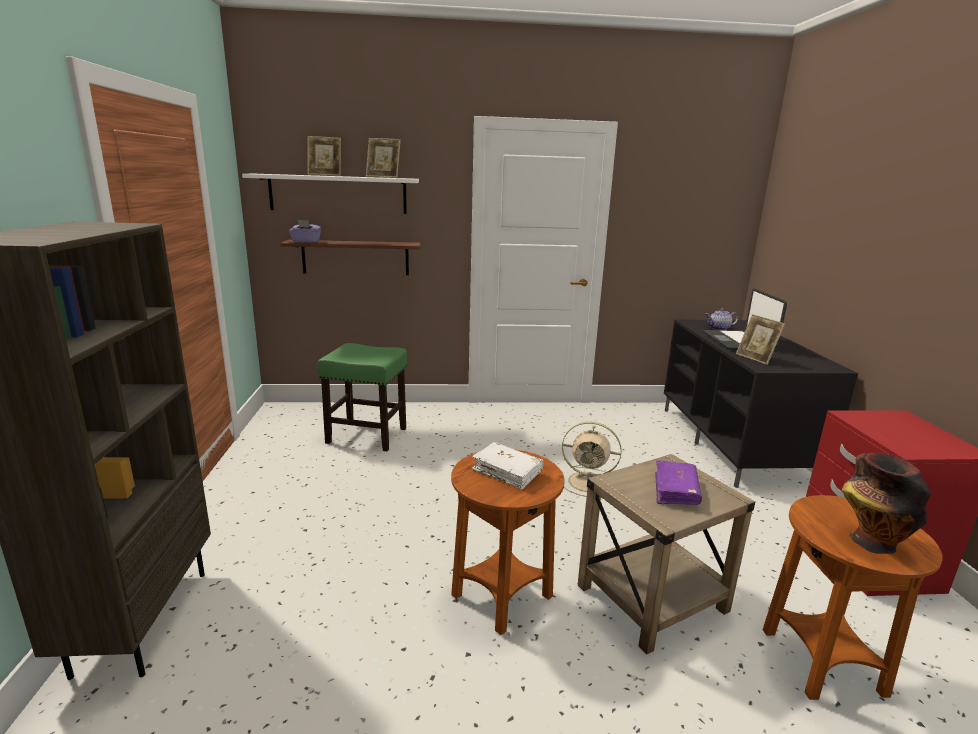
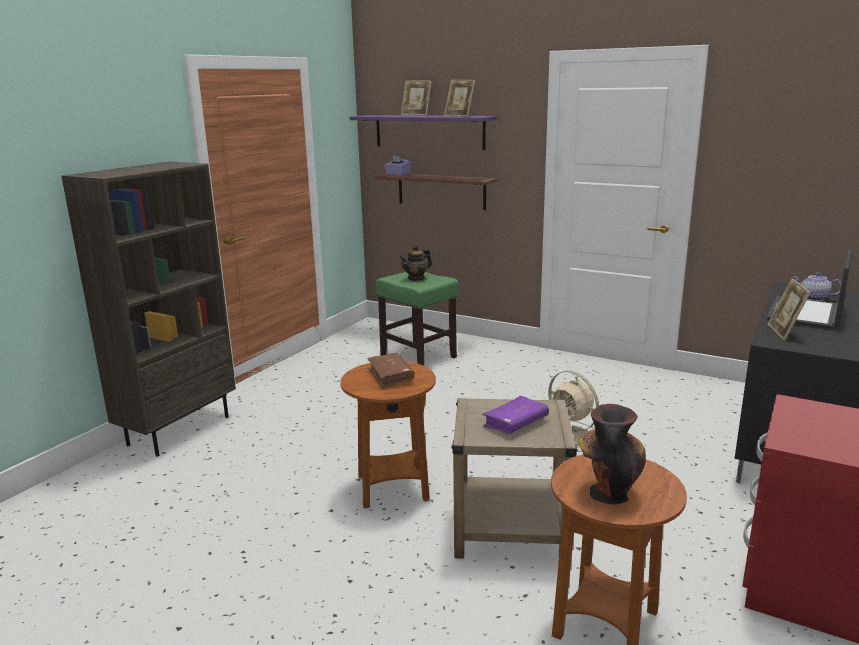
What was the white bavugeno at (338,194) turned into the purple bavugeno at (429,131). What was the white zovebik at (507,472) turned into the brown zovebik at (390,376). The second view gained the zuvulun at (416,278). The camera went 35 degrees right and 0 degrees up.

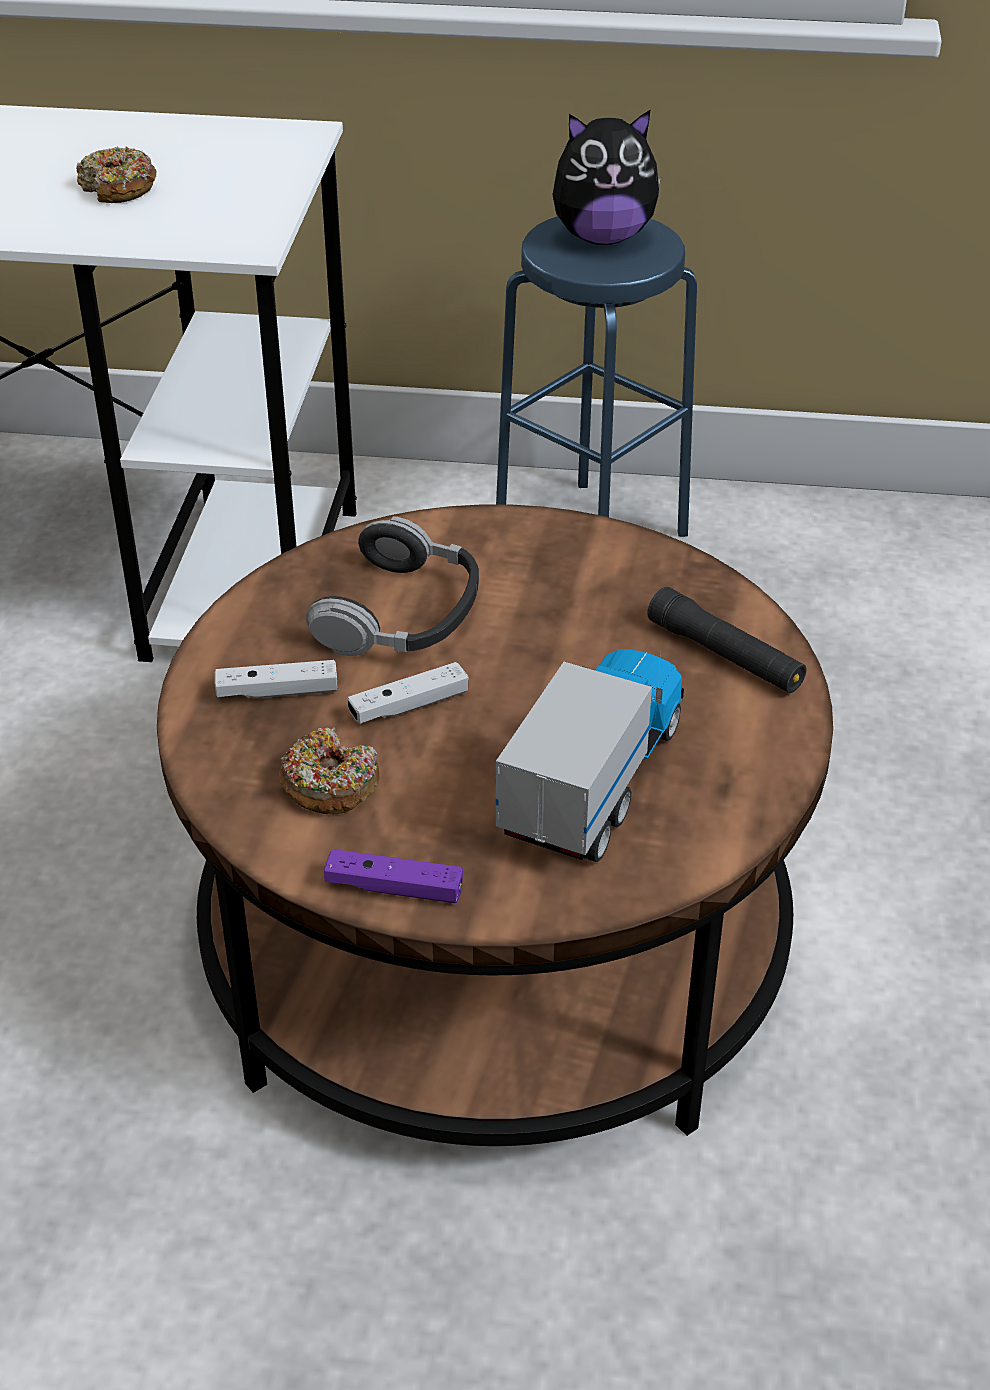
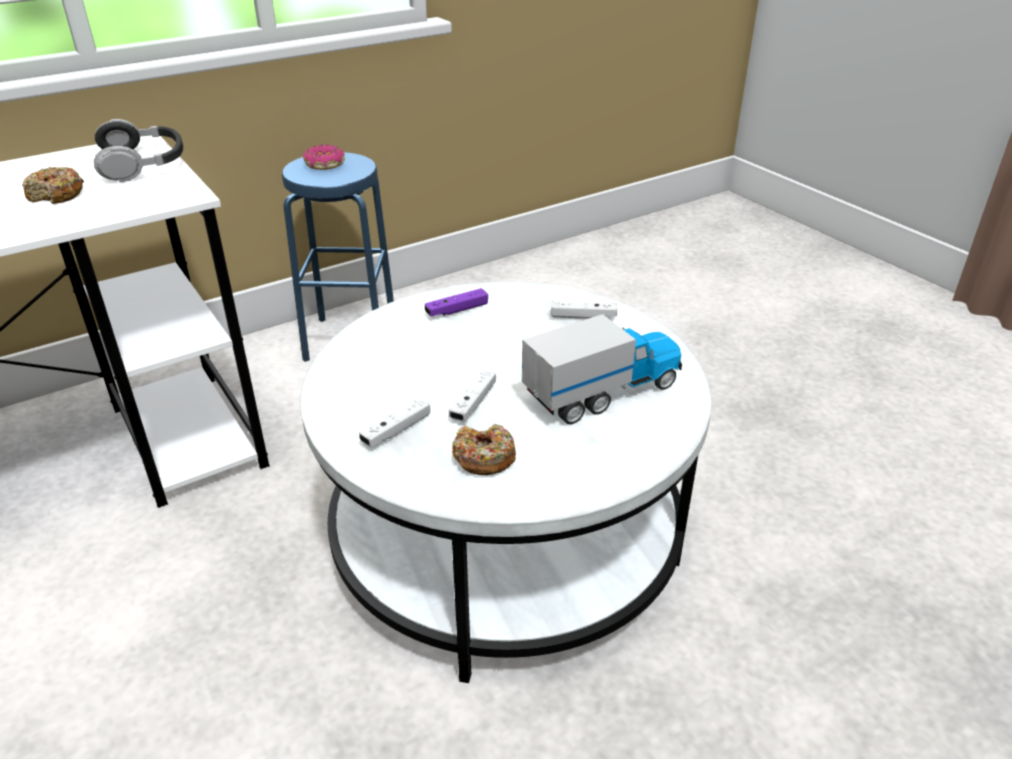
Where the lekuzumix stood at (602,237), the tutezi came to stand at (324,165). What was the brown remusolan at (494,943) turned into the white remusolan at (505,536). The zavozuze ended up elsewhere, having gone from (402,614) to (143,163). Where the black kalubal stood at (725,655), the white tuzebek came to stand at (583,316). The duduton at (594,783) ended up facing another way, 75 degrees clockwise from before. The purple tuzebek ended up elsewhere, having gone from (394,888) to (457,310). The camera went 40 degrees left and 5 degrees down.

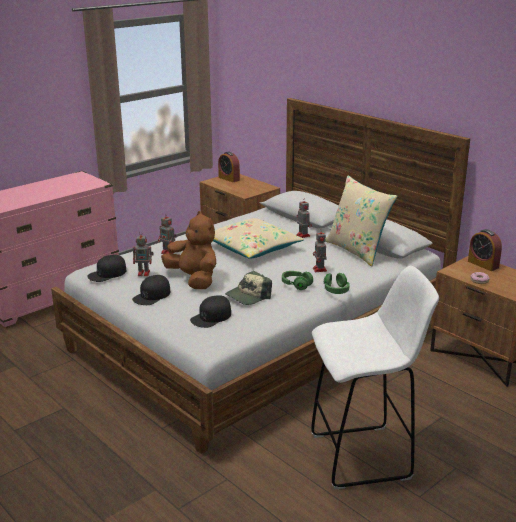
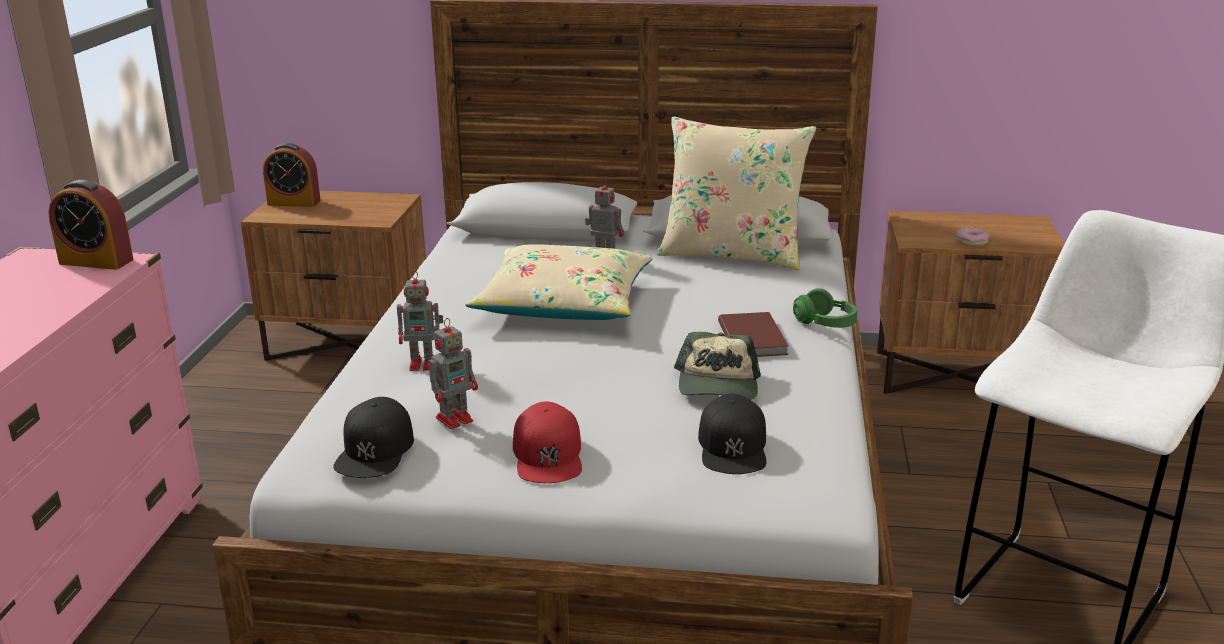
The second view lost the brown lekuzumix at (194,279). The second view lost the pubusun at (320,270). The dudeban ended up elsewhere, having gone from (483,264) to (96,261). Where the green zavozuze stood at (296,285), the brown zovebik came to stand at (754,338). What was the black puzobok at (152,295) turned into the red puzobok at (548,455). The camera went 40 degrees left and 0 degrees up.

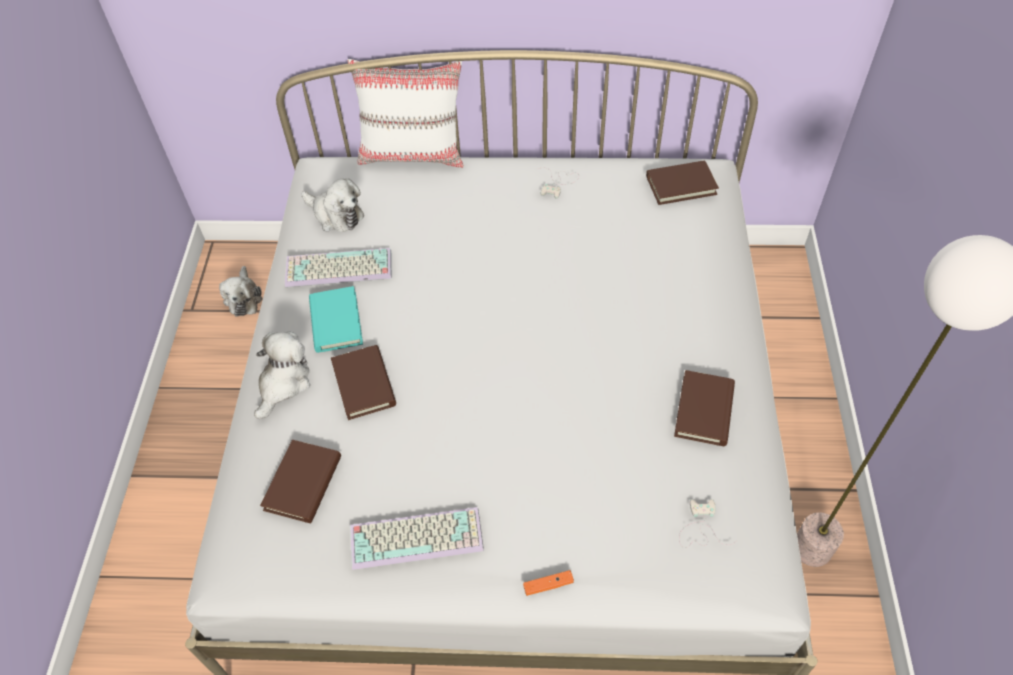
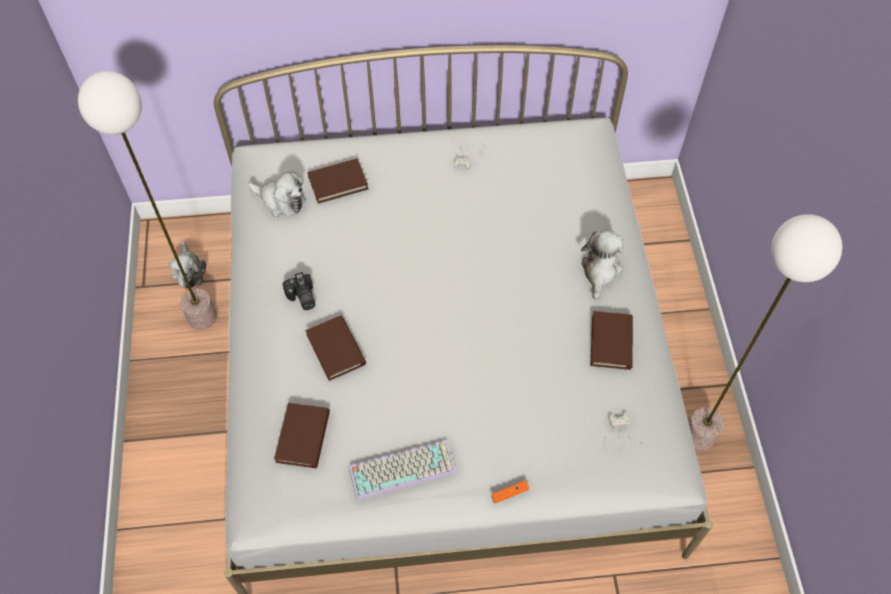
The second view lost the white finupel at (413,154). The brown zovebik ended up elsewhere, having gone from (681,185) to (338,182). The second view lost the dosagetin at (337,270). Where the turquoise zovebik stood at (336,322), the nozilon came to stand at (301,298). The lekuzumix ended up elsewhere, having gone from (283,383) to (600,270). The second view gained the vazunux at (202,317). The camera went 10 degrees left and 5 degrees up.

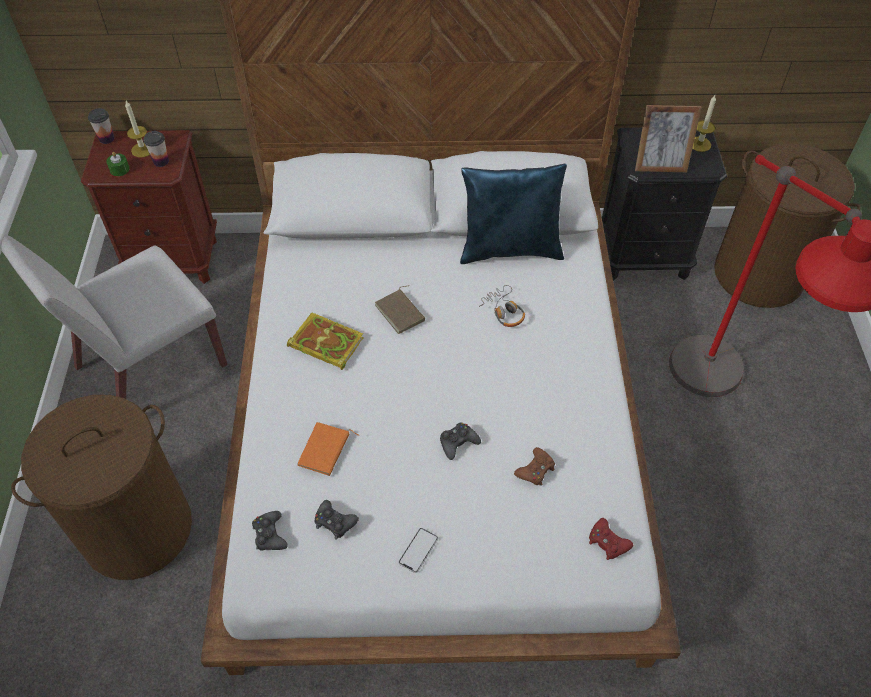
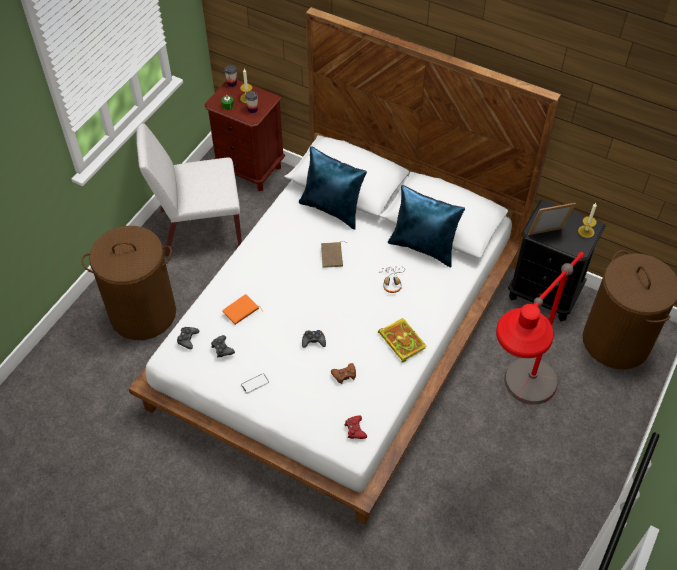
The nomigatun at (660,166) ended up facing another way, 135 degrees clockwise from before. The zovebik ended up elsewhere, having gone from (324,343) to (401,340). The second view gained the blue finupel at (332,209). The camera went 30 degrees right and 0 degrees up.

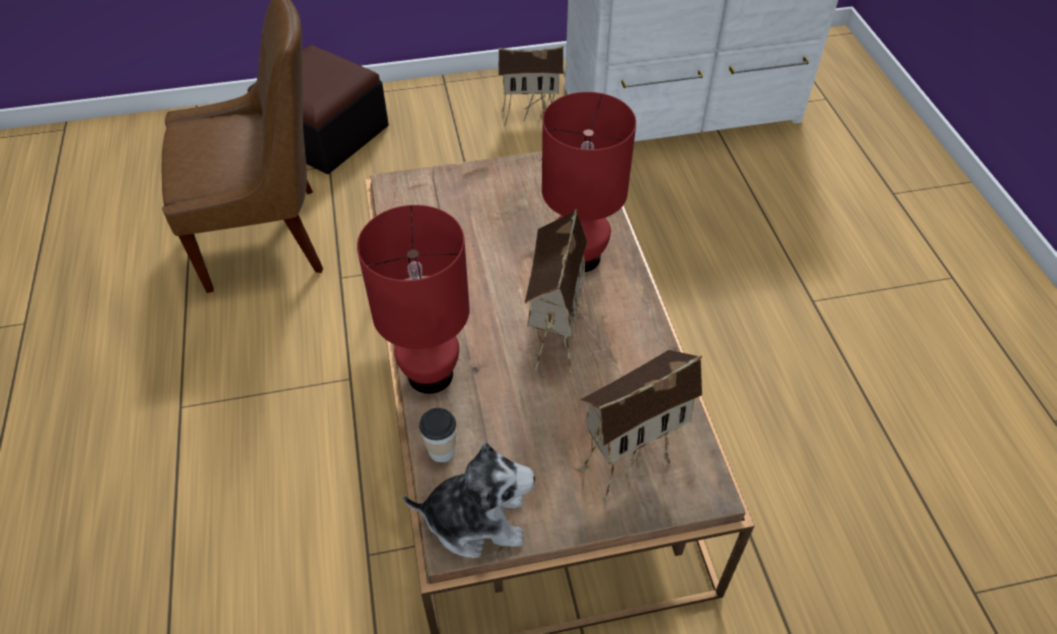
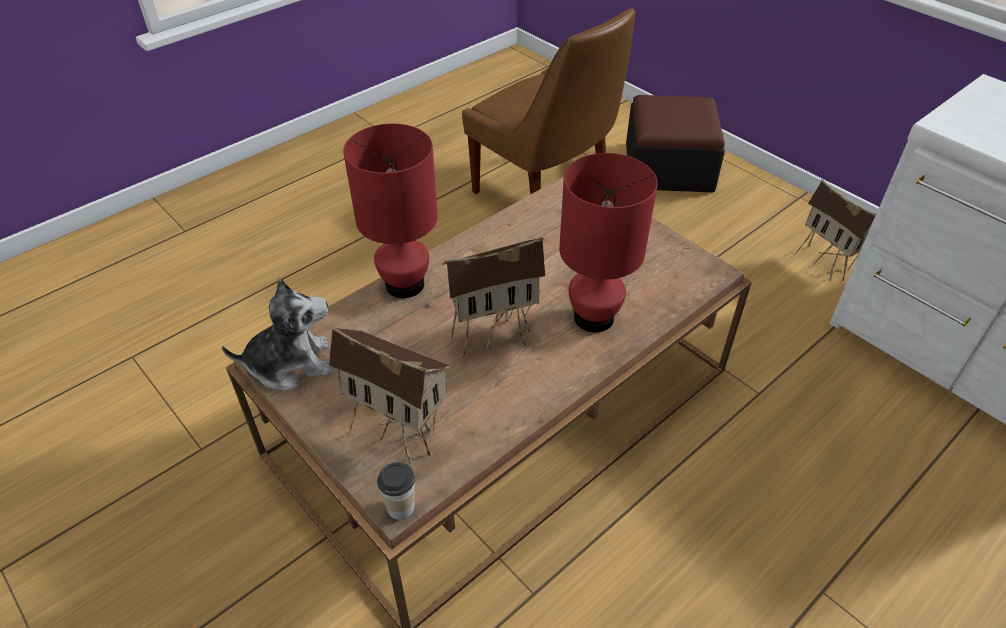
The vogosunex ended up elsewhere, having gone from (441,450) to (400,507). The lekuzumix at (476,519) ended up facing another way, 75 degrees counterclockwise from before. The camera went 60 degrees right and 5 degrees down.

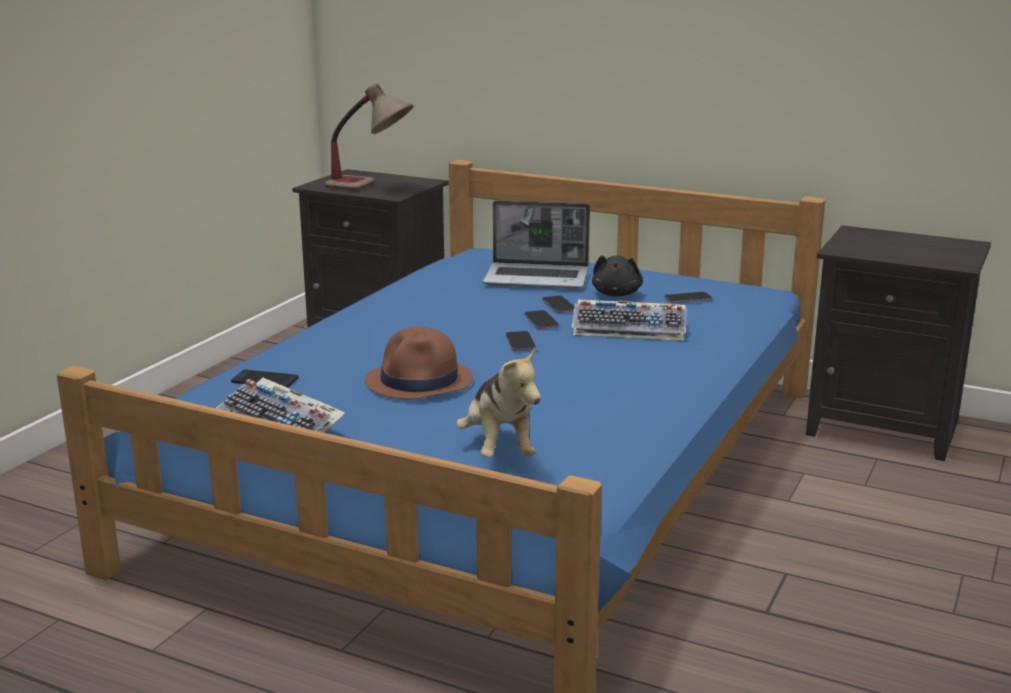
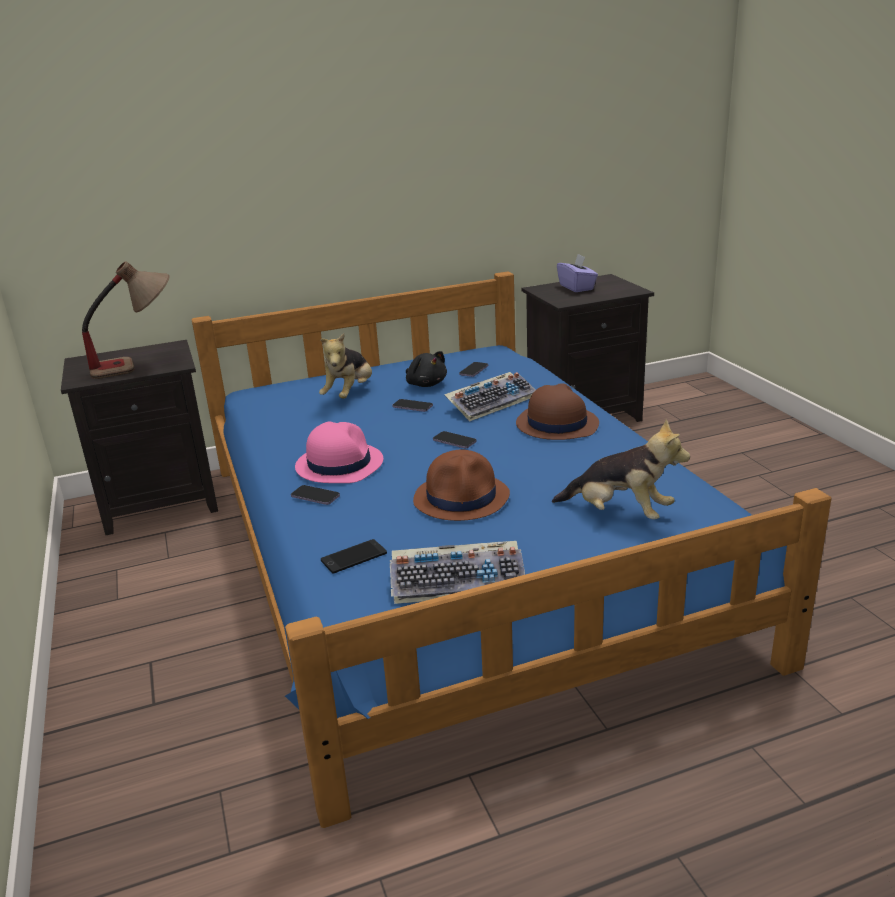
Where the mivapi stood at (538,278), the lekuzumix came to stand at (349,394). The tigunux ended up elsewhere, having gone from (541,322) to (315,497). The second view gained the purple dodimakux at (577,287). The second view gained the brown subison at (556,424). The second view gained the pink subison at (339,464). The camera went 45 degrees left and 5 degrees up.

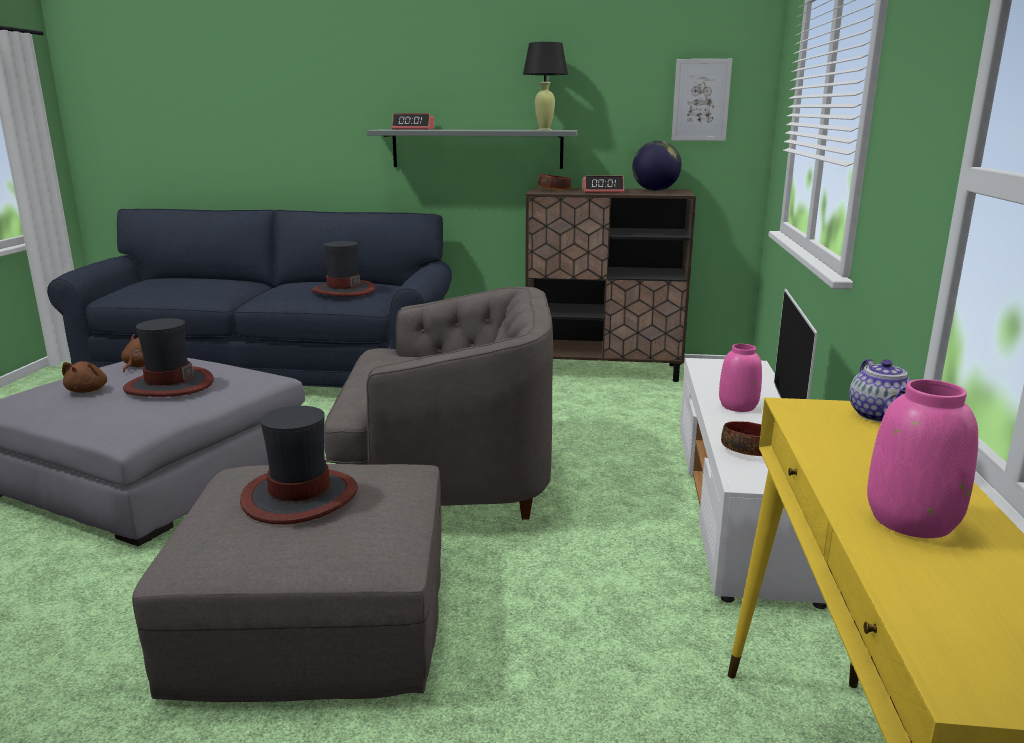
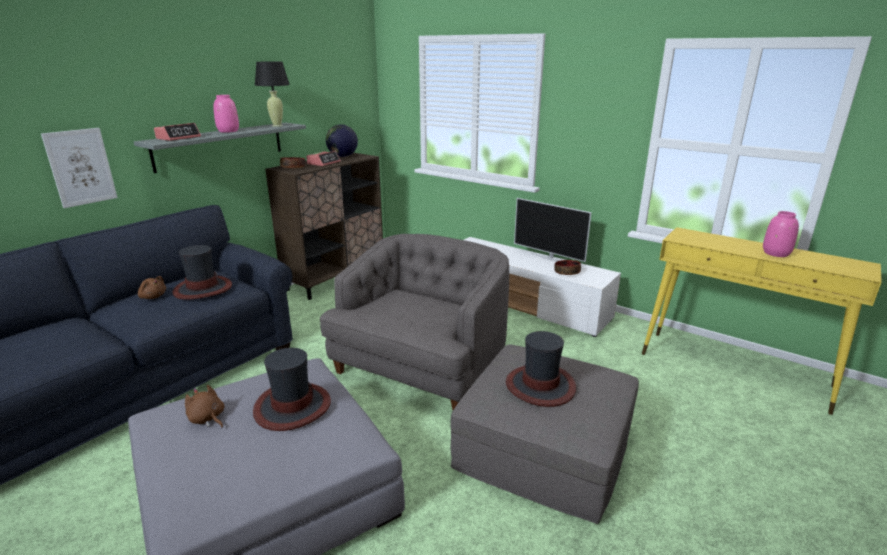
The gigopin ended up elsewhere, having gone from (701,100) to (81,167). The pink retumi ended up elsewhere, having gone from (738,406) to (228,131). The second view lost the zuvulun at (880,416). The brown lekuzumix ended up elsewhere, having gone from (88,390) to (153,297). The camera went 60 degrees left and 5 degrees up.

